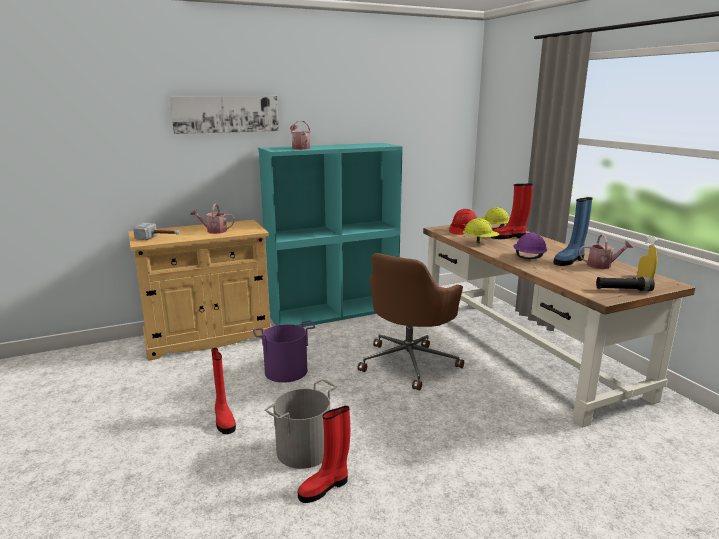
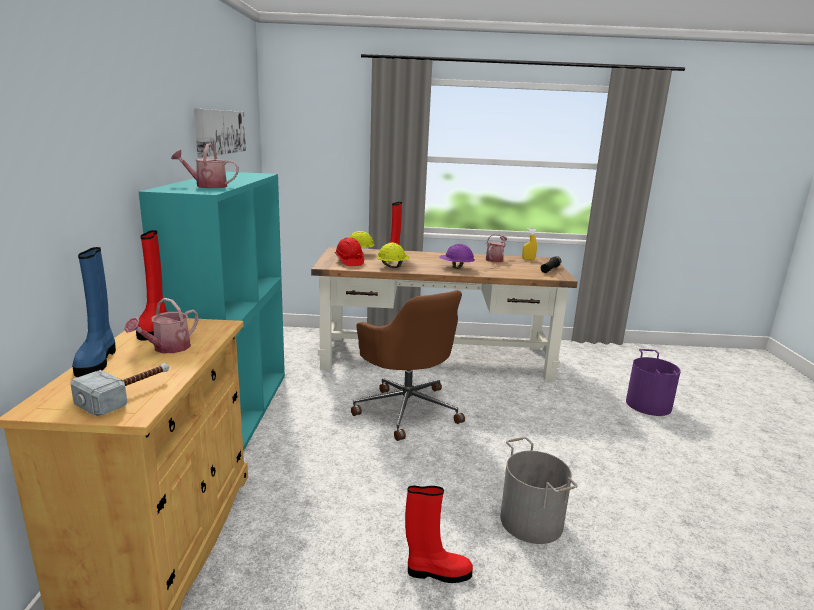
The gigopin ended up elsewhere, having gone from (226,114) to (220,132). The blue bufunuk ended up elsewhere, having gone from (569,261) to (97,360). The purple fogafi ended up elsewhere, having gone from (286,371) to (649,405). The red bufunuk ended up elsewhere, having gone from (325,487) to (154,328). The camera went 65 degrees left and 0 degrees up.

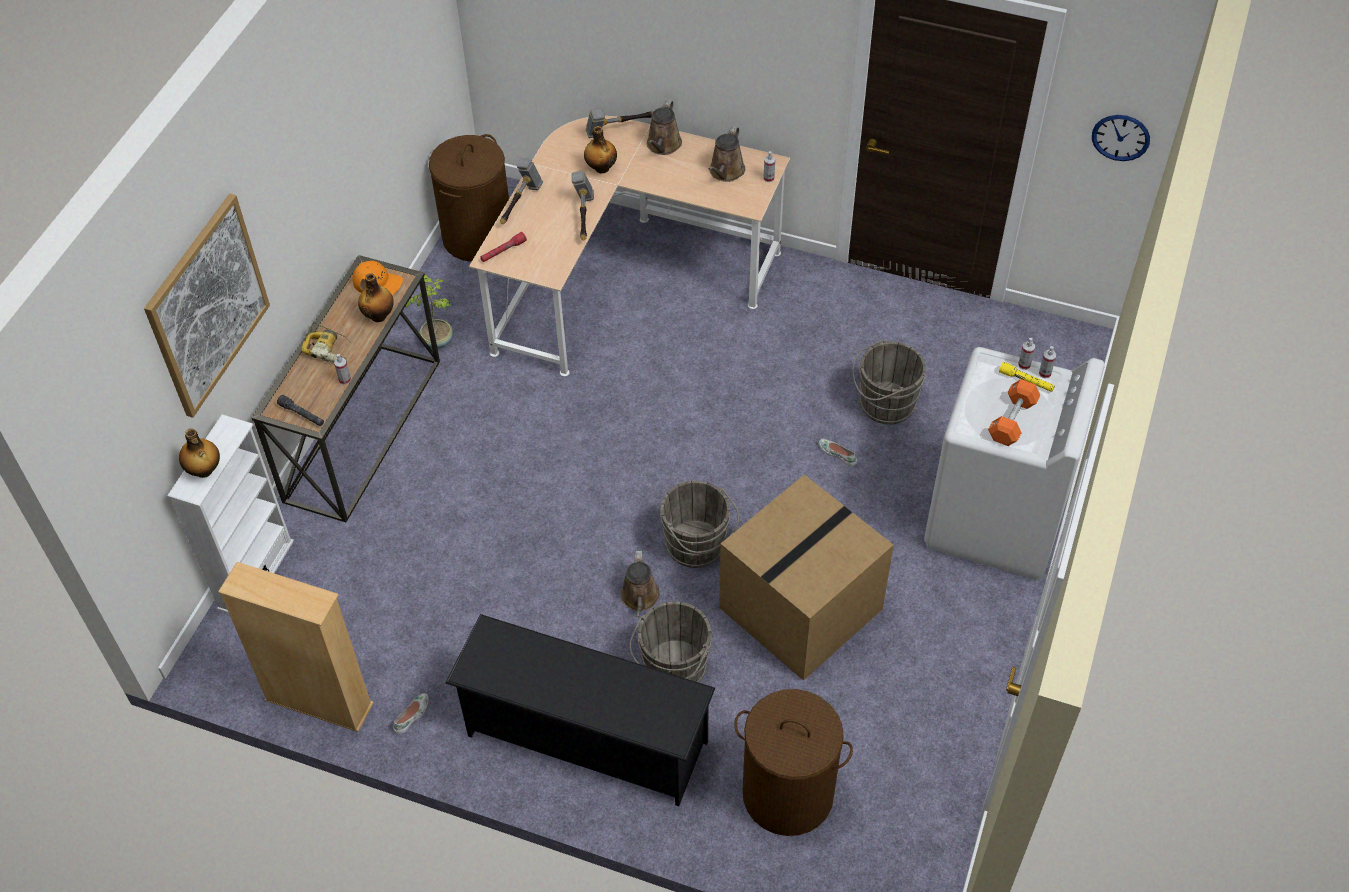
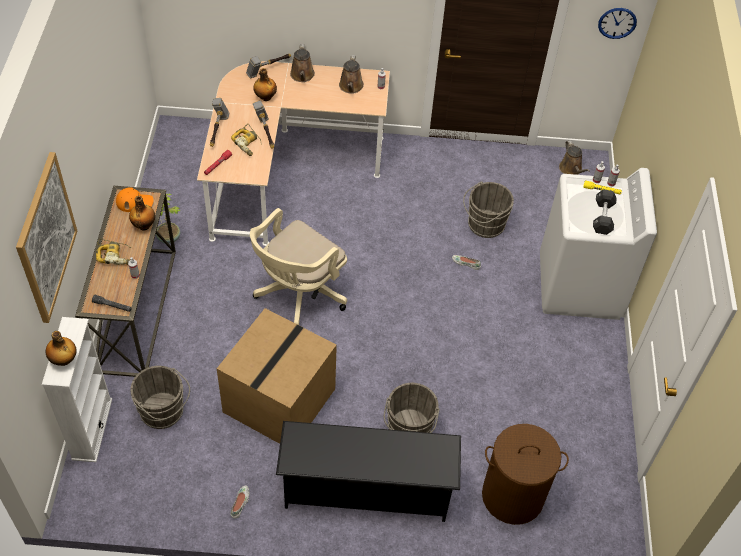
The second view lost the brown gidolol at (478,237). What was the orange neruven at (1012,420) turned into the black neruven at (602,217). The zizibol ended up elsewhere, having gone from (801,610) to (279,402). The grey fogafi ended up elsewhere, having gone from (697,547) to (164,412). The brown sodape ended up elsewhere, having gone from (640,598) to (571,169). The second view lost the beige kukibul at (319,702). The second view gained the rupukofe at (248,143). The second view gained the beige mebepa at (298,295). The camera went 20 degrees left and 0 degrees up.

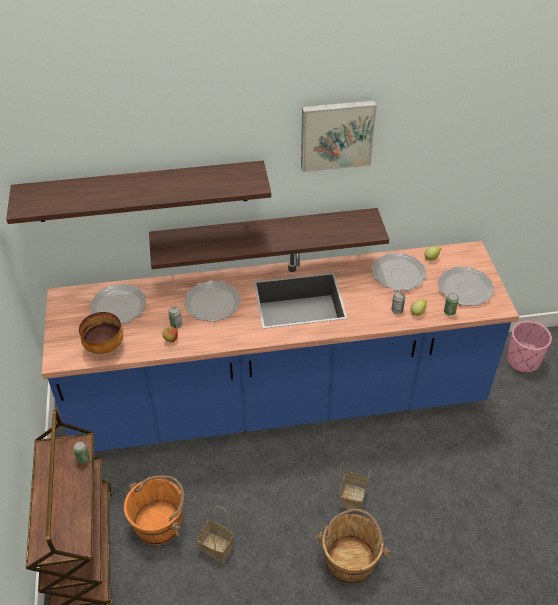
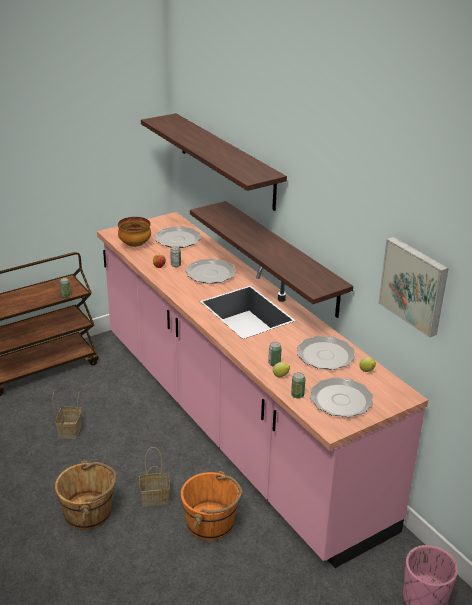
The gigopin ended up elsewhere, having gone from (336,134) to (415,285). What was the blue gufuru at (279,402) turned into the pink gufuru at (233,424). The orange fogafi ended up elsewhere, having gone from (159,523) to (211,523). The camera went 65 degrees right and 15 degrees down.

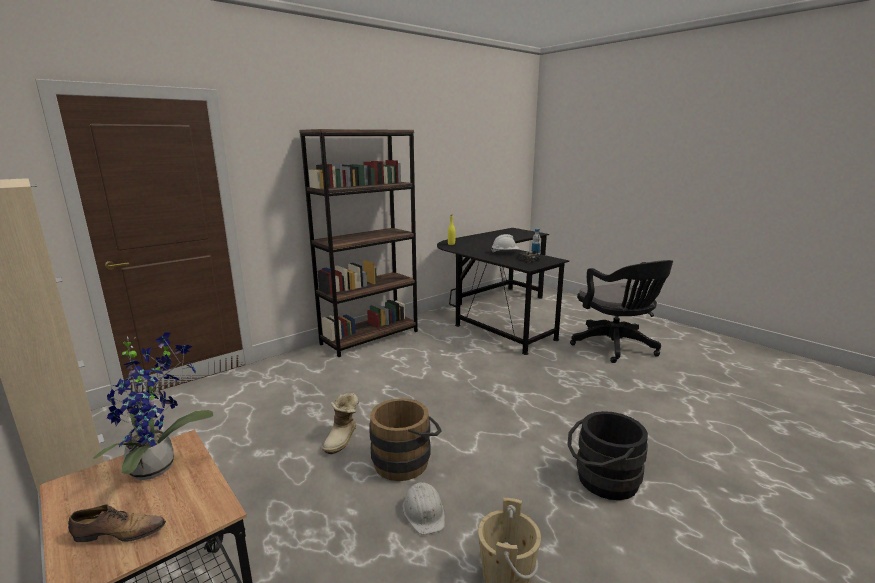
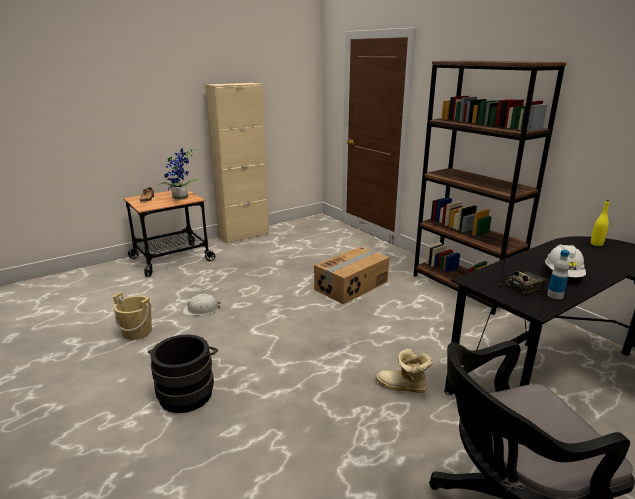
The bufunuk ended up elsewhere, having gone from (343,439) to (402,387). The second view lost the brown fogafi at (406,460). The second view gained the zizibol at (352,286). The camera went 95 degrees right and 5 degrees up.

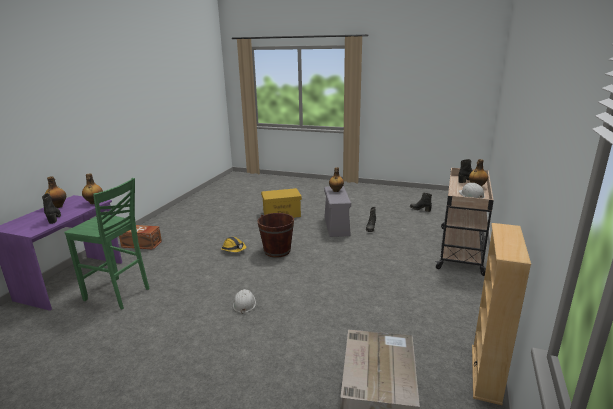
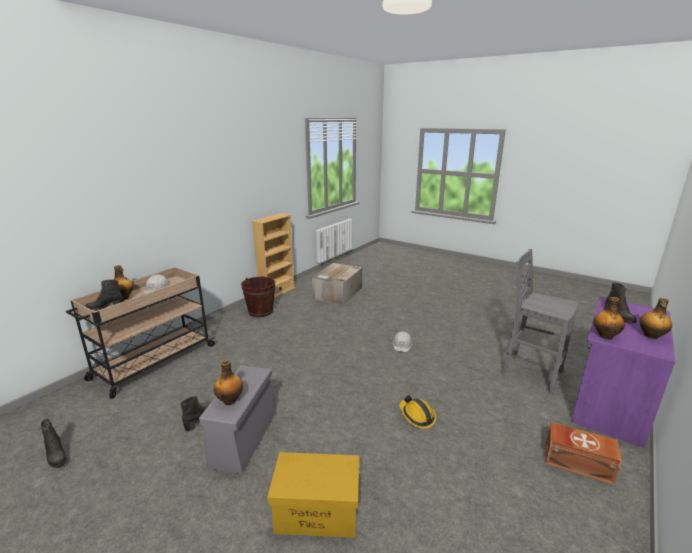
What was the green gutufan at (119,294) turned into the grey gutufan at (529,373). The brown fogafi ended up elsewhere, having gone from (277,251) to (260,311). The camera went 165 degrees left and 0 degrees up.

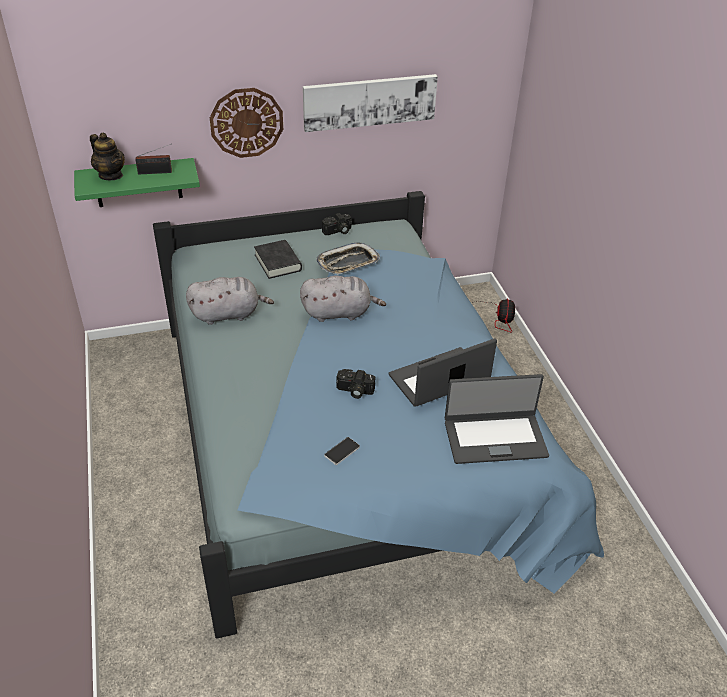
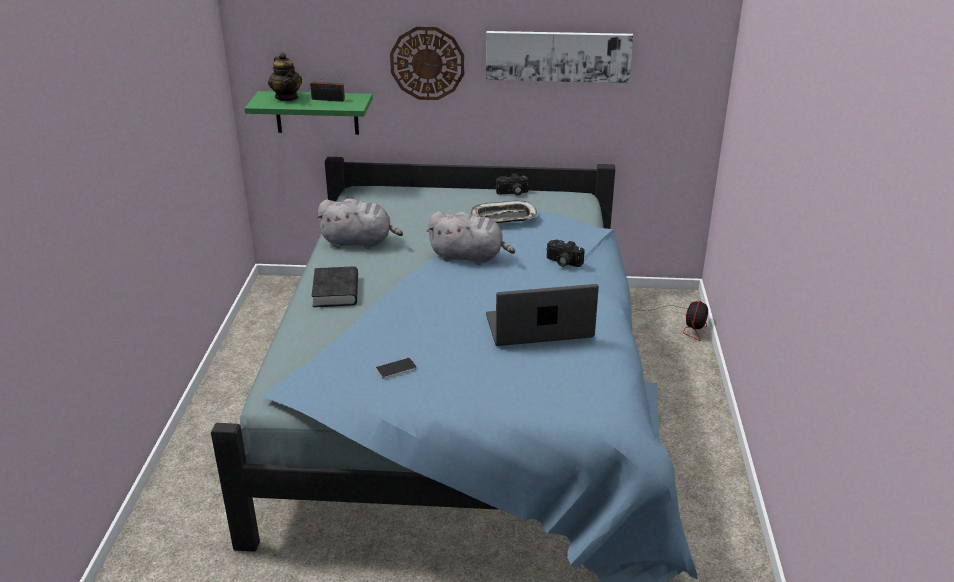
The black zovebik ended up elsewhere, having gone from (278,263) to (336,292). The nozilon ended up elsewhere, having gone from (354,391) to (562,262). The second view lost the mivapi at (494,438). The camera went 20 degrees right and 10 degrees down.

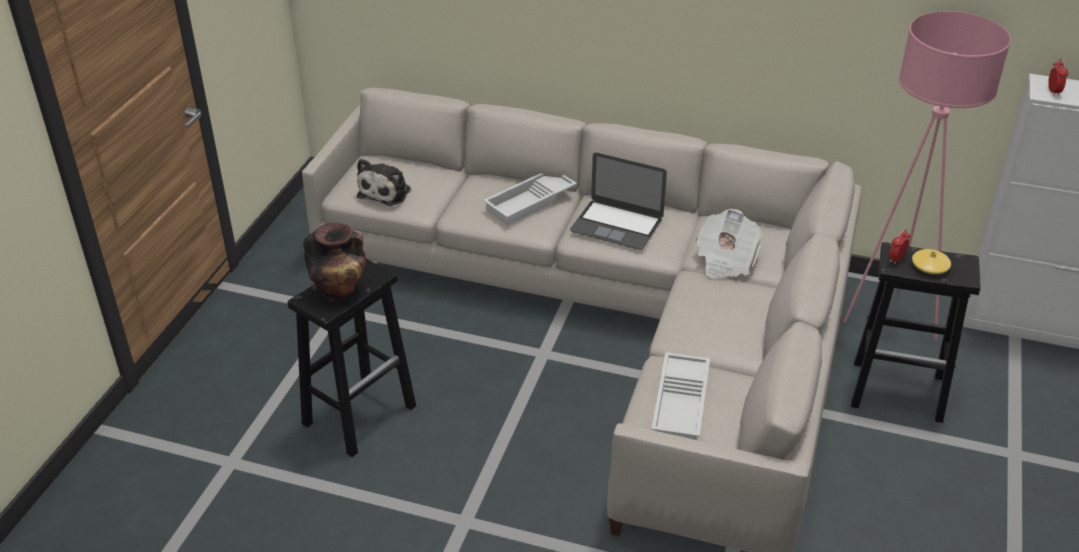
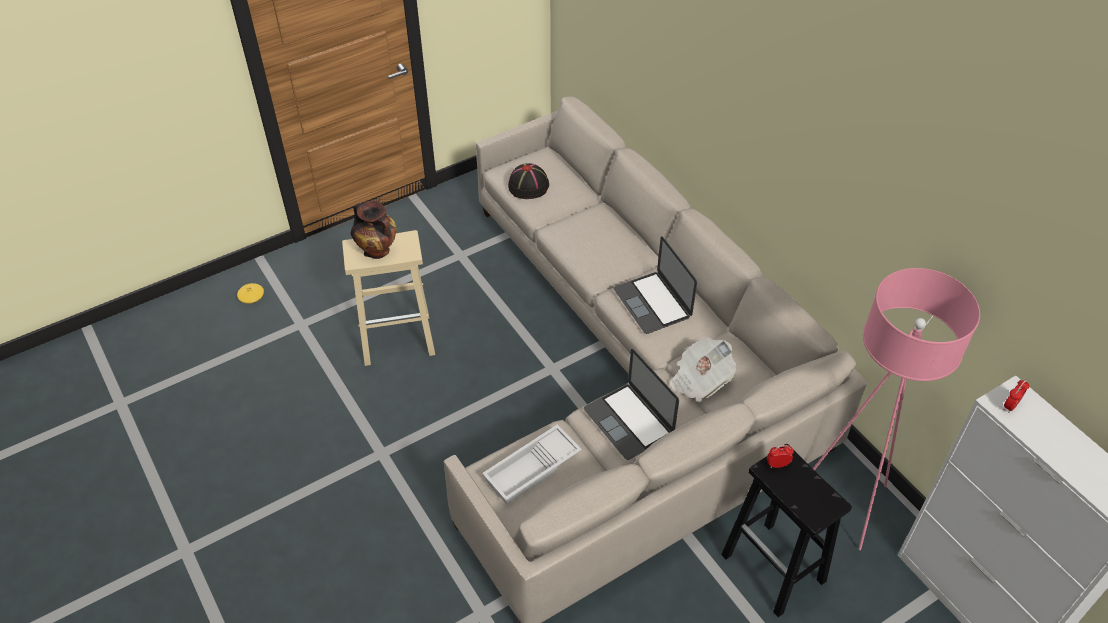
Where the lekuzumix stood at (386,192), the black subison came to stand at (528,186). The second view lost the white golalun at (530,202). The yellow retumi ended up elsewhere, having gone from (930,266) to (251,296). What was the black gutufan at (360,414) turned into the beige gutufan at (398,339). The second view gained the mivapi at (628,421). The camera went 40 degrees right and 10 degrees up.

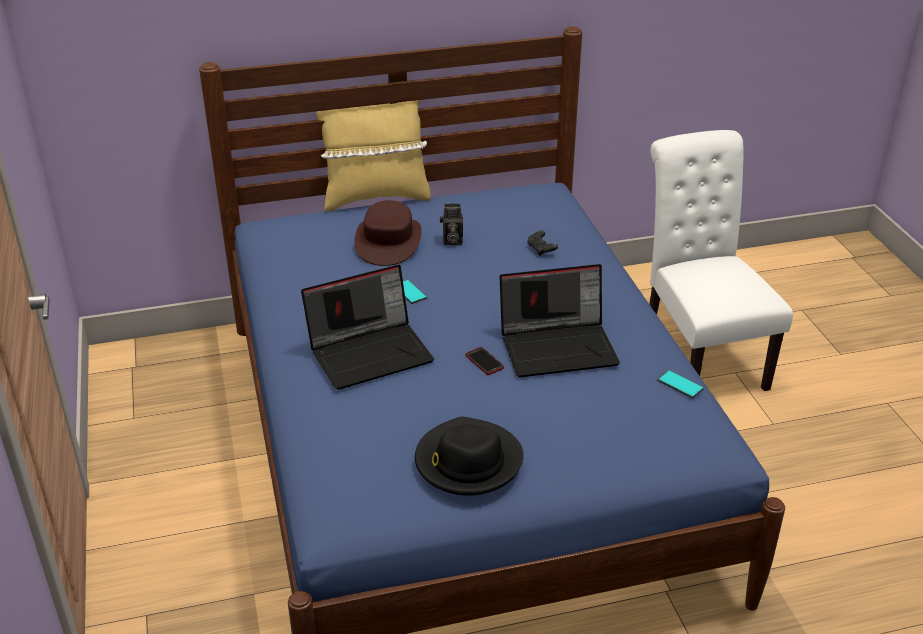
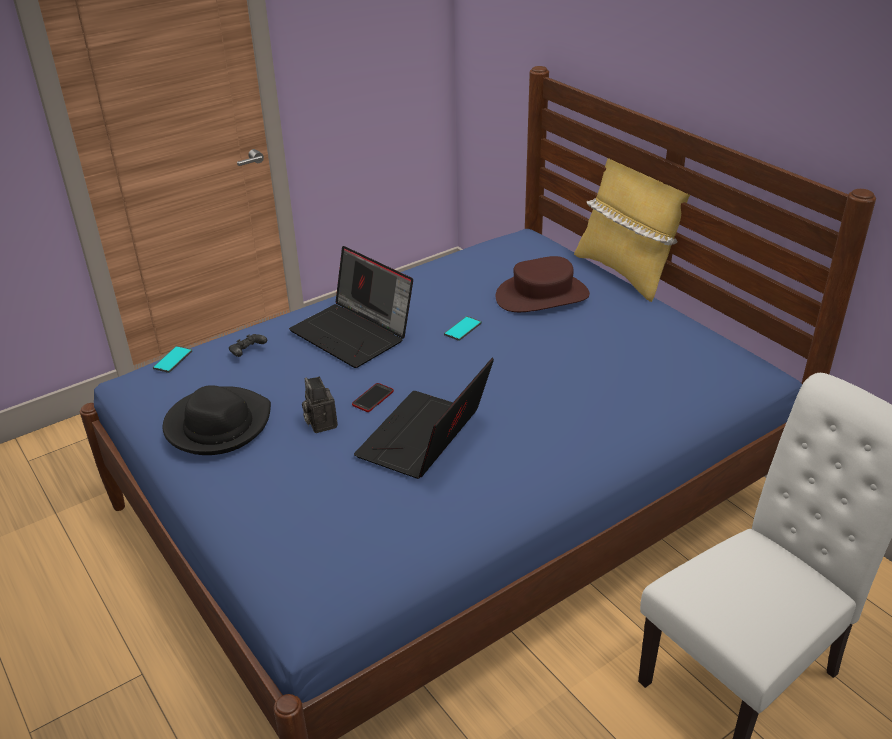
The nozilon ended up elsewhere, having gone from (451,241) to (320,423). The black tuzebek ended up elsewhere, having gone from (541,250) to (247,352). The mivapi at (559,346) ended up facing another way, 60 degrees clockwise from before. The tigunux ended up elsewhere, having gone from (680,385) to (173,360). The camera went 70 degrees right and 0 degrees up.

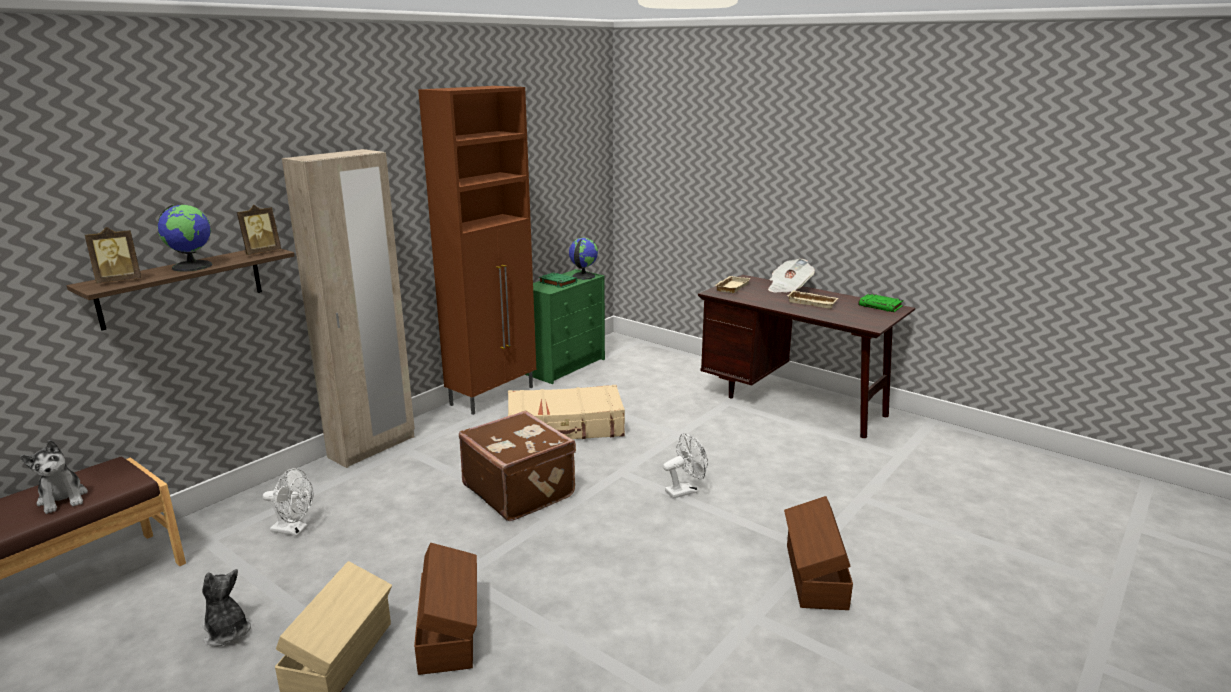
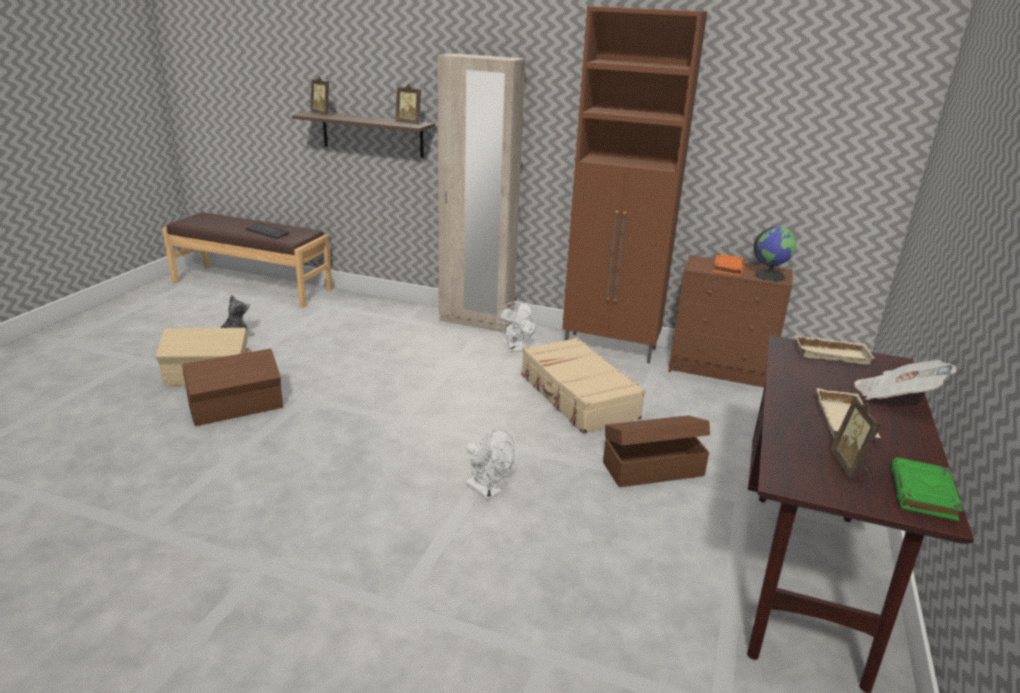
The second view lost the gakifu at (192,266). What was the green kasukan at (565,366) turned into the brown kasukan at (721,371). What was the green zovebik at (557,282) turned into the orange zovebik at (727,267). The second view lost the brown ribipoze at (520,490). Where the lekuzumix stood at (63,499), the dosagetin came to stand at (267,232). The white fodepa ended up elsewhere, having gone from (294,530) to (516,348). The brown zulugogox ended up elsewhere, having gone from (814,576) to (651,468). The second view gained the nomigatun at (851,467). The camera went 70 degrees right and 5 degrees up.

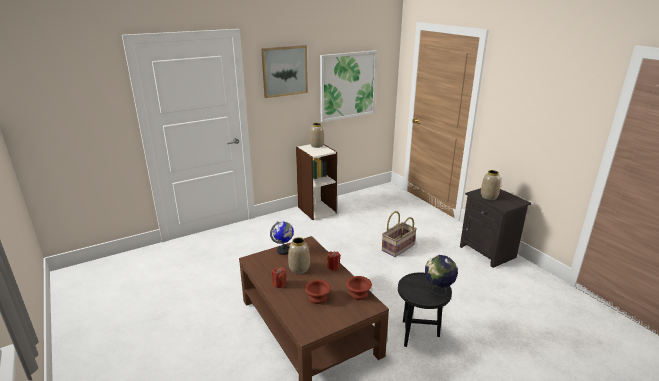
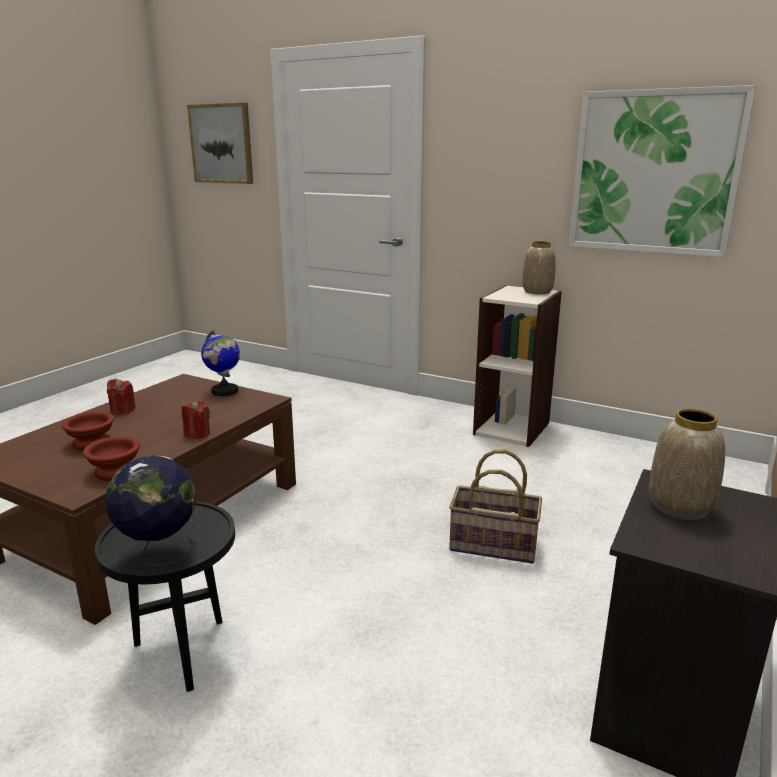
The gigopin ended up elsewhere, having gone from (284,71) to (222,144). The second view lost the retumi at (299,268). The camera went 60 degrees right and 5 degrees down.

